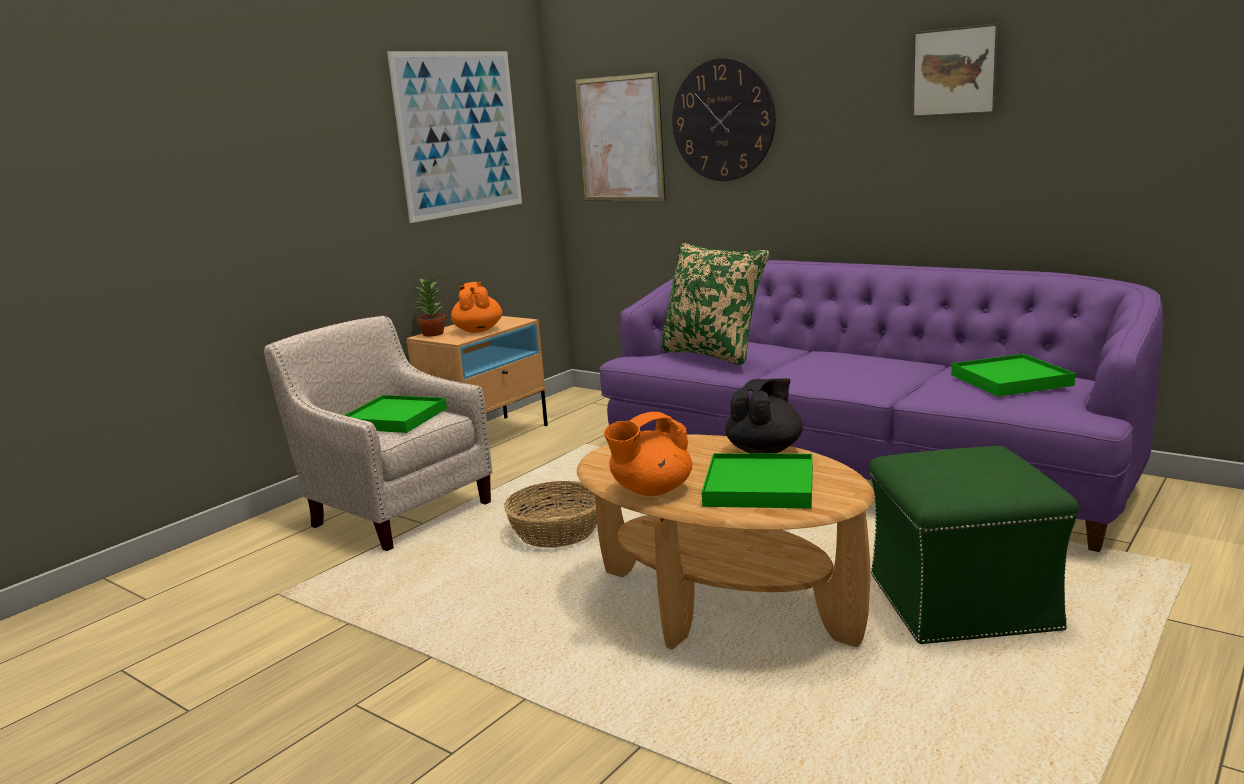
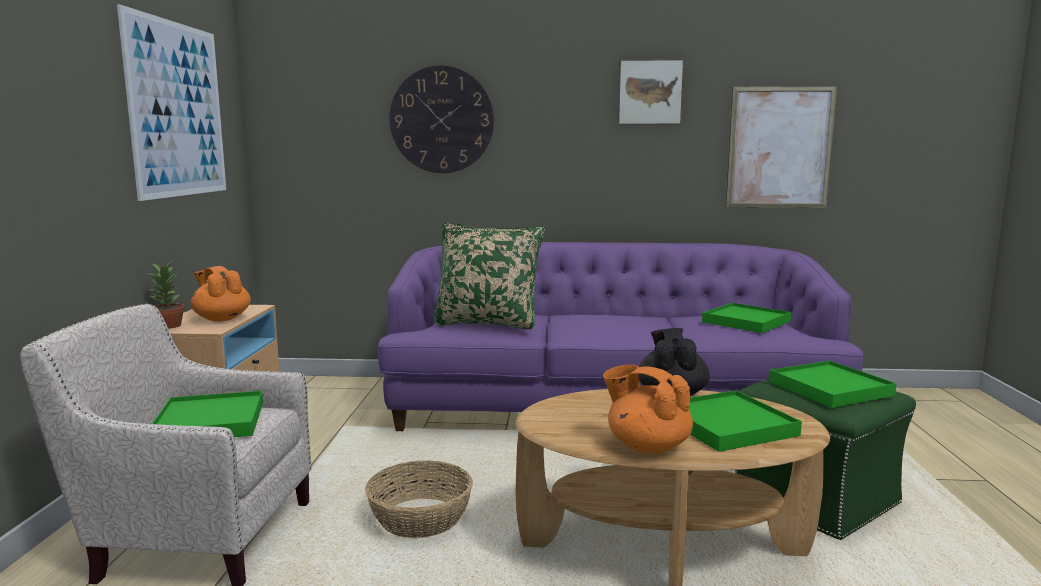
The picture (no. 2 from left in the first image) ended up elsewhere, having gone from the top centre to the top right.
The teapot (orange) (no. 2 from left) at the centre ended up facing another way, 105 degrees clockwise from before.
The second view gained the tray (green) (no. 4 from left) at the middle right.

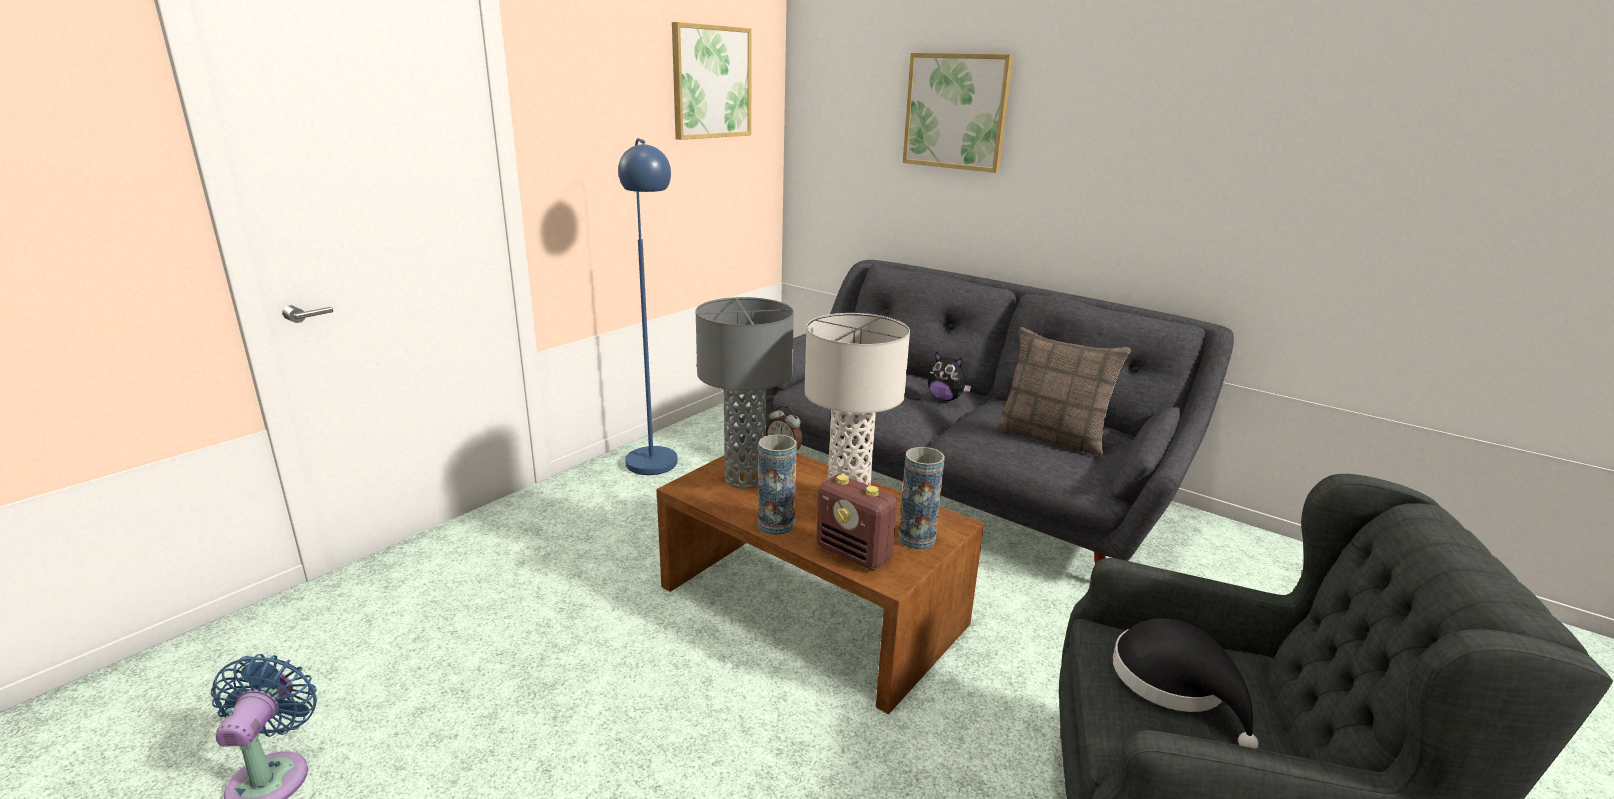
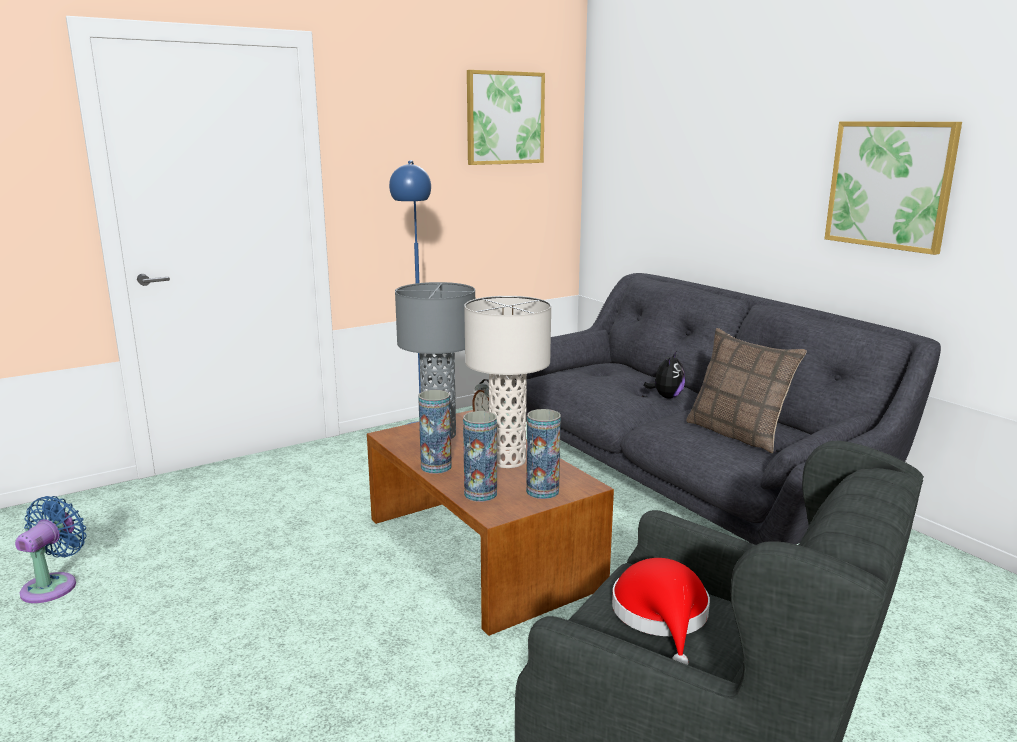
The picture (no. 2 from left) ended up elsewhere, having gone from the top centre to the top right.
The plush toy at the centre ended up facing another way, 120 degrees counterclockwise from before.
Where the radio stood at the centre, the vase (no. 2 from left) came to stand at the centre.
What was the hat (black) at the bottom right turned into the hat (red) at the bottom centre.

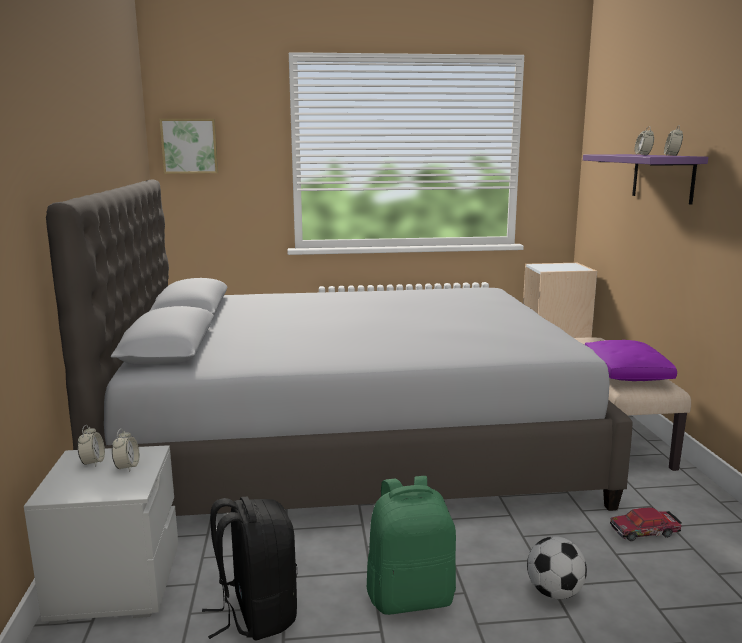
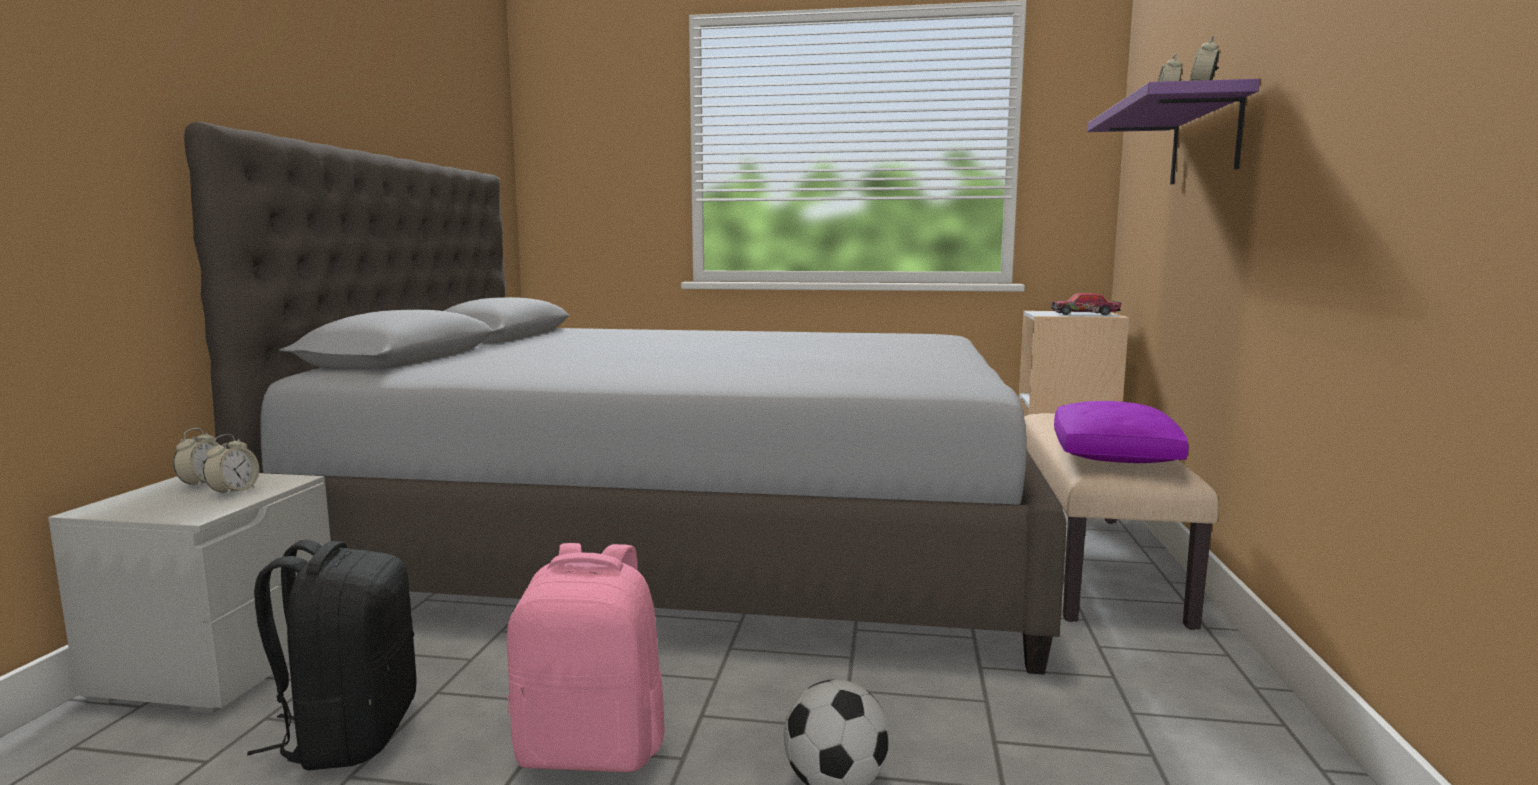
The second view lost the picture at the top left.
What was the backpack (green) at the bottom centre turned into the backpack (pink) at the bottom centre.
The toy car ended up elsewhere, having gone from the bottom right to the middle right.

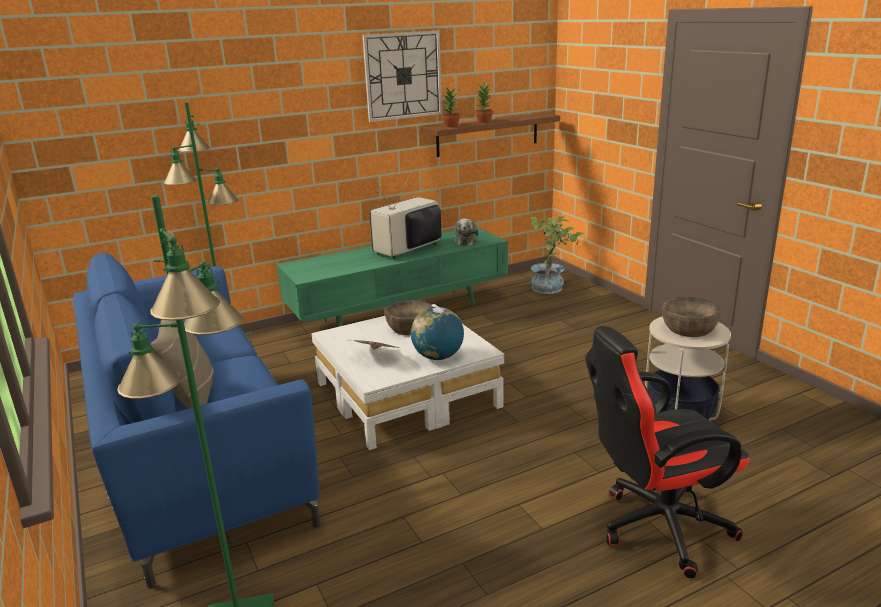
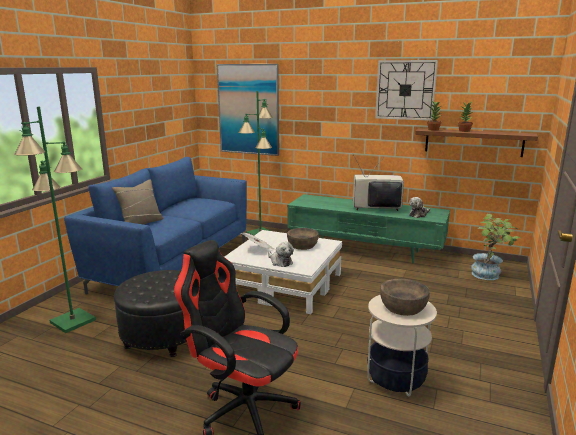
Where the globe stood at the centre, the plush toy (no. 1 from left) came to stand at the centre.
The second view gained the picture at the top centre.
The second view gained the ottoman (black) at the bottom left.

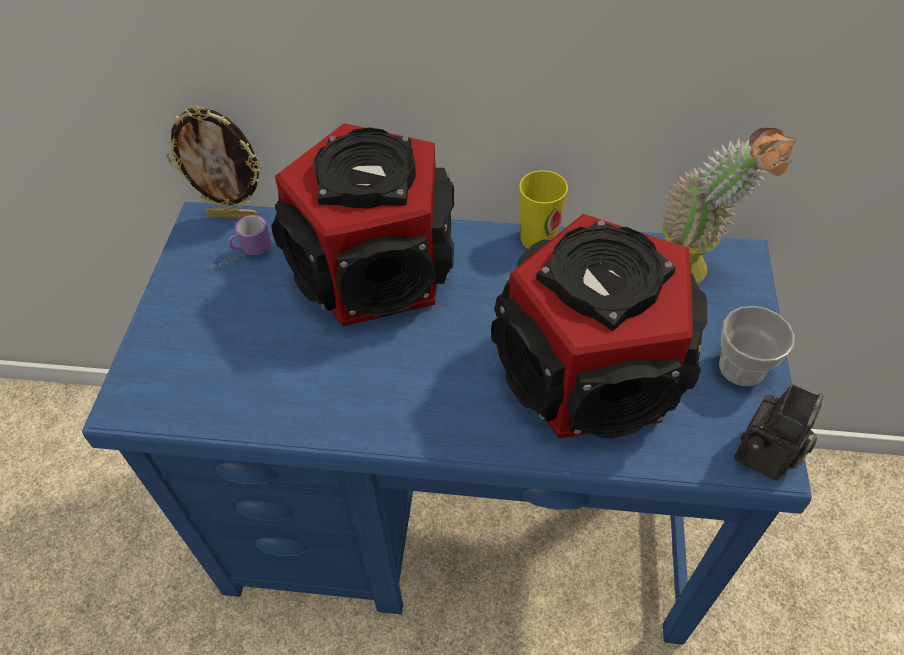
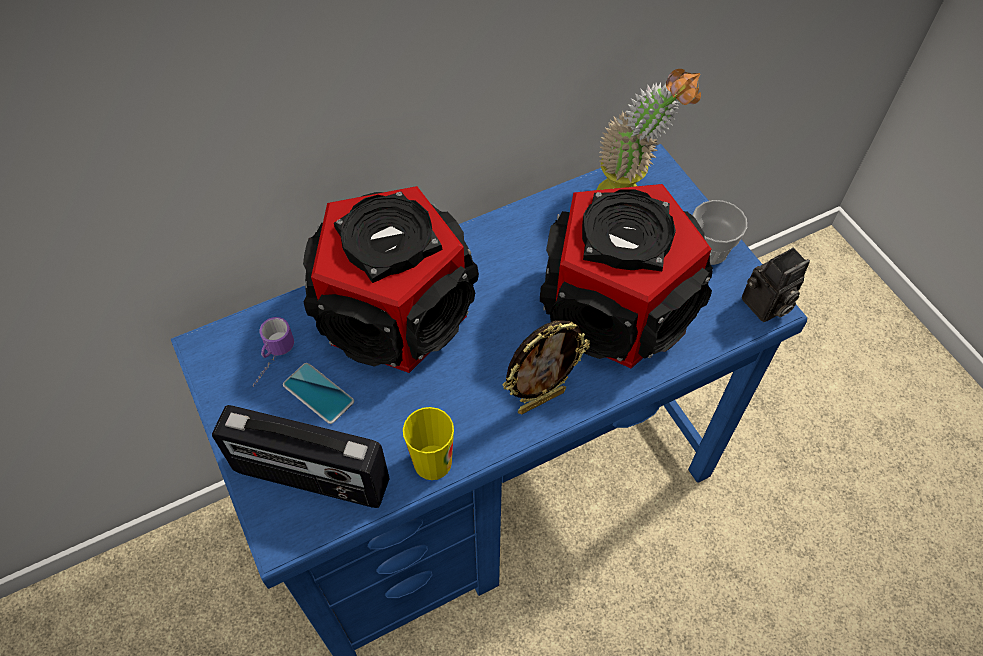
The picture frame ended up elsewhere, having gone from the top left to the centre.
The cup (no. 1 from left) ended up elsewhere, having gone from the top centre to the bottom centre.
The photo camera at the middle right ended up facing another way, 60 degrees clockwise from before.
The second view gained the phone at the middle left.
The second view gained the radio at the bottom left.

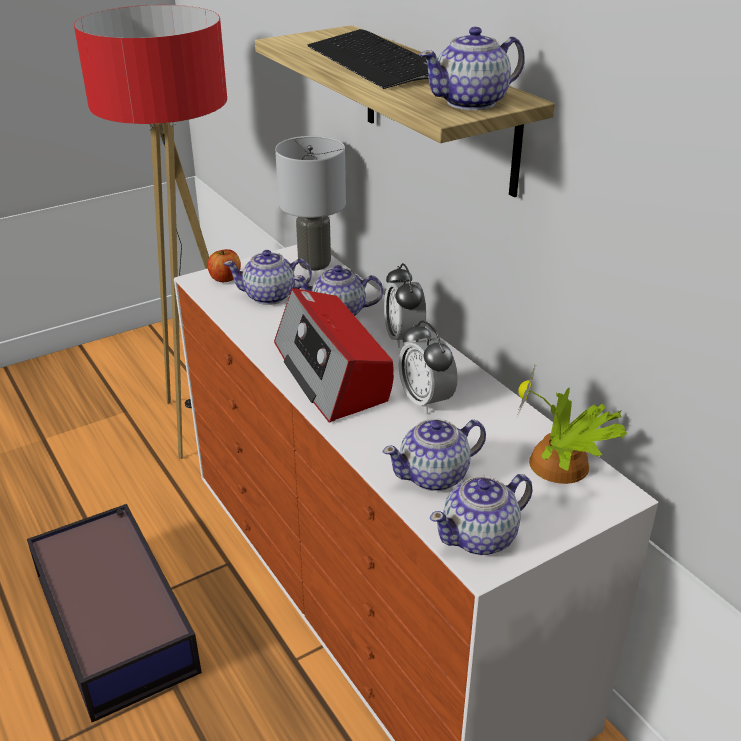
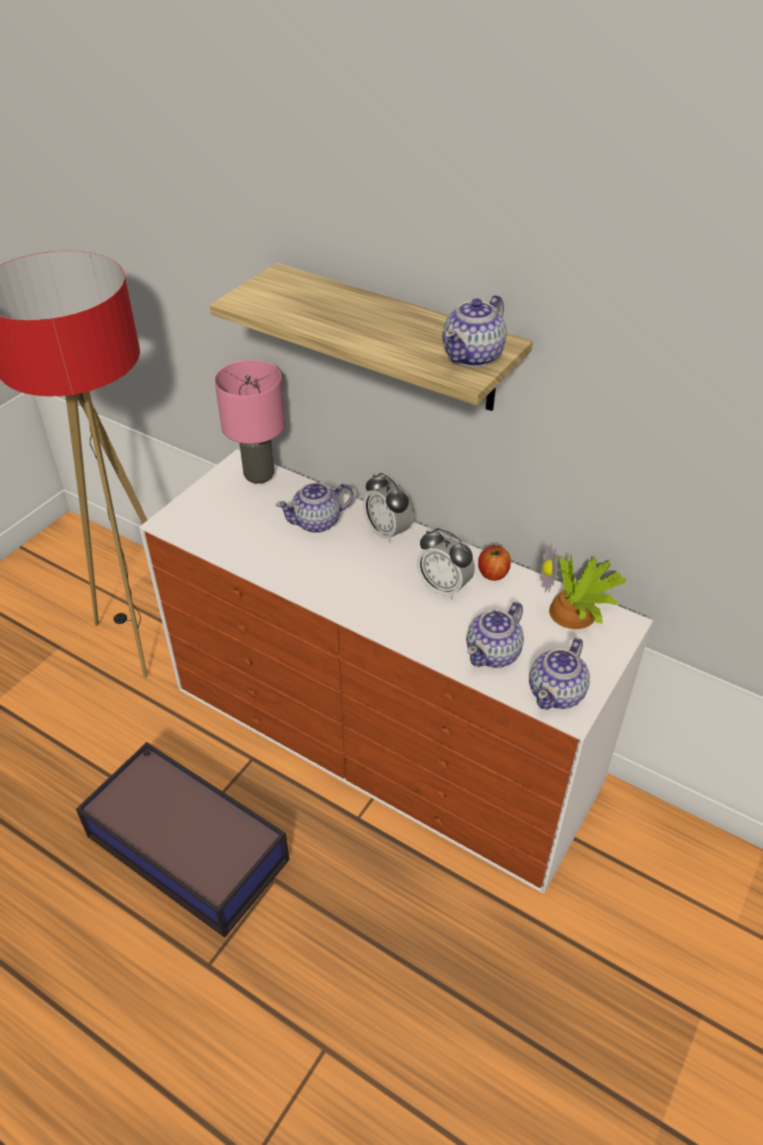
The second view lost the keyboard at the top centre.
What was the table lamp (white) at the top centre turned into the table lamp (pink) at the middle left.
The apple ended up elsewhere, having gone from the middle left to the centre.
The second view lost the teapot (no. 1 from left) at the centre.
The second view lost the radio at the centre.

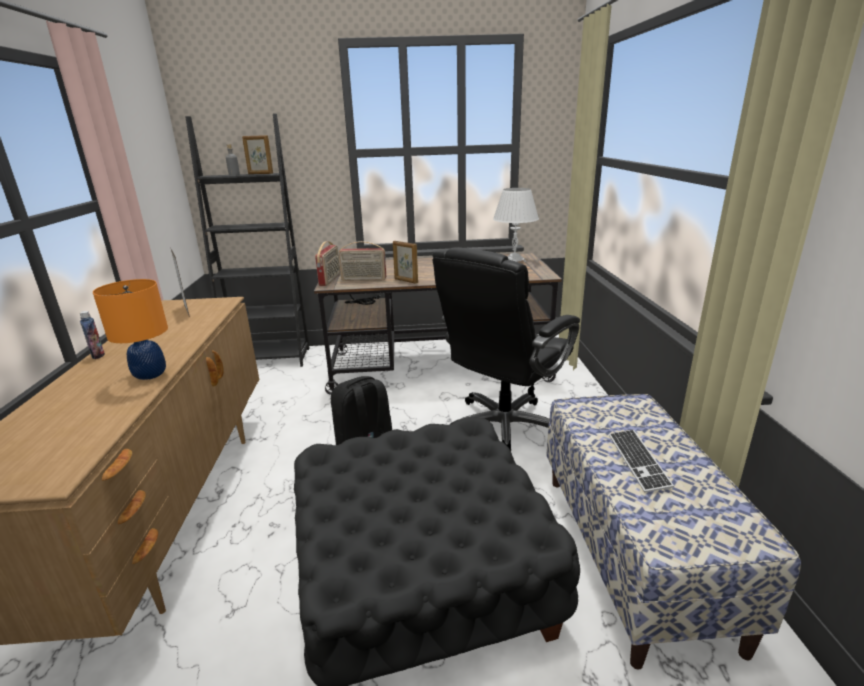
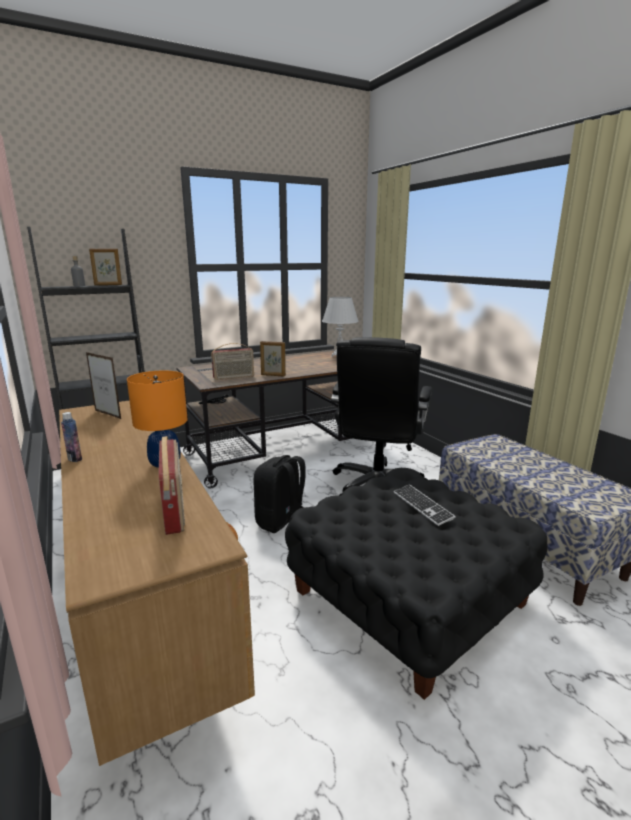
The radio (no. 1 from left) ended up elsewhere, having gone from the centre to the middle left.
The keyboard ended up elsewhere, having gone from the bottom right to the middle right.

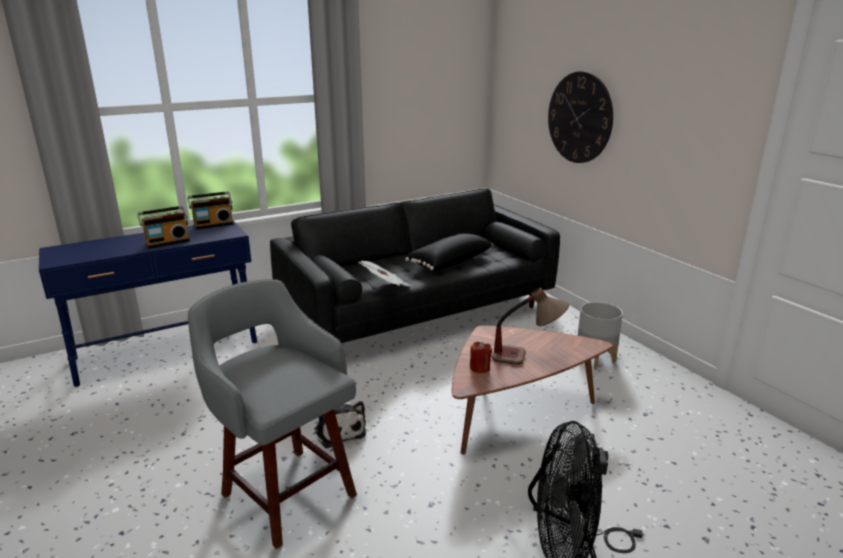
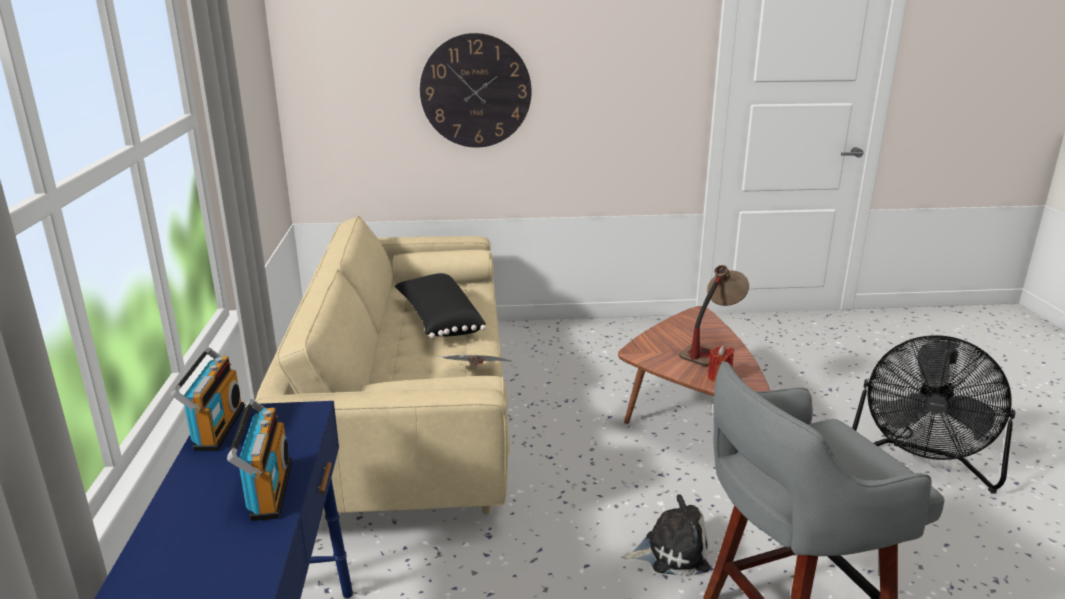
What was the sofa (black) at the centre turned into the sofa (beige) at the centre.
The second view lost the planter (grey) at the middle right.

